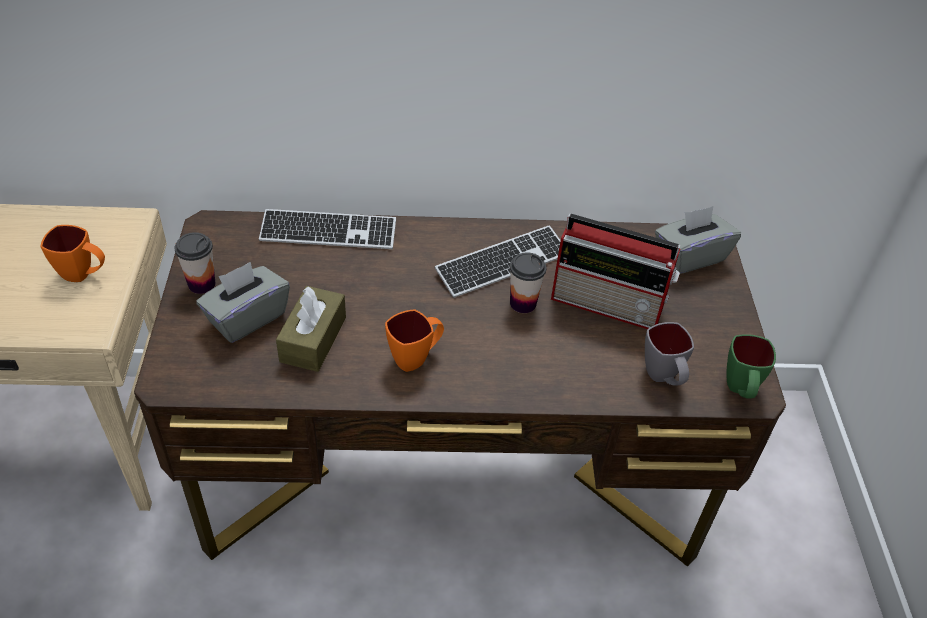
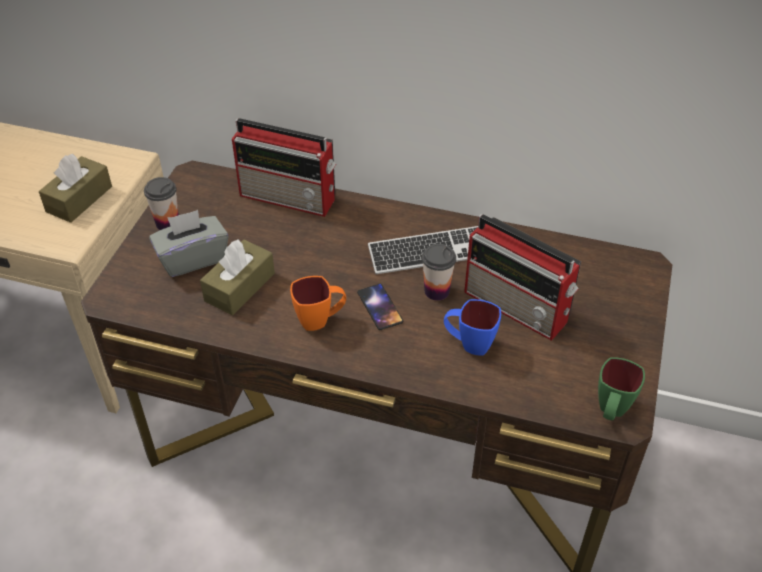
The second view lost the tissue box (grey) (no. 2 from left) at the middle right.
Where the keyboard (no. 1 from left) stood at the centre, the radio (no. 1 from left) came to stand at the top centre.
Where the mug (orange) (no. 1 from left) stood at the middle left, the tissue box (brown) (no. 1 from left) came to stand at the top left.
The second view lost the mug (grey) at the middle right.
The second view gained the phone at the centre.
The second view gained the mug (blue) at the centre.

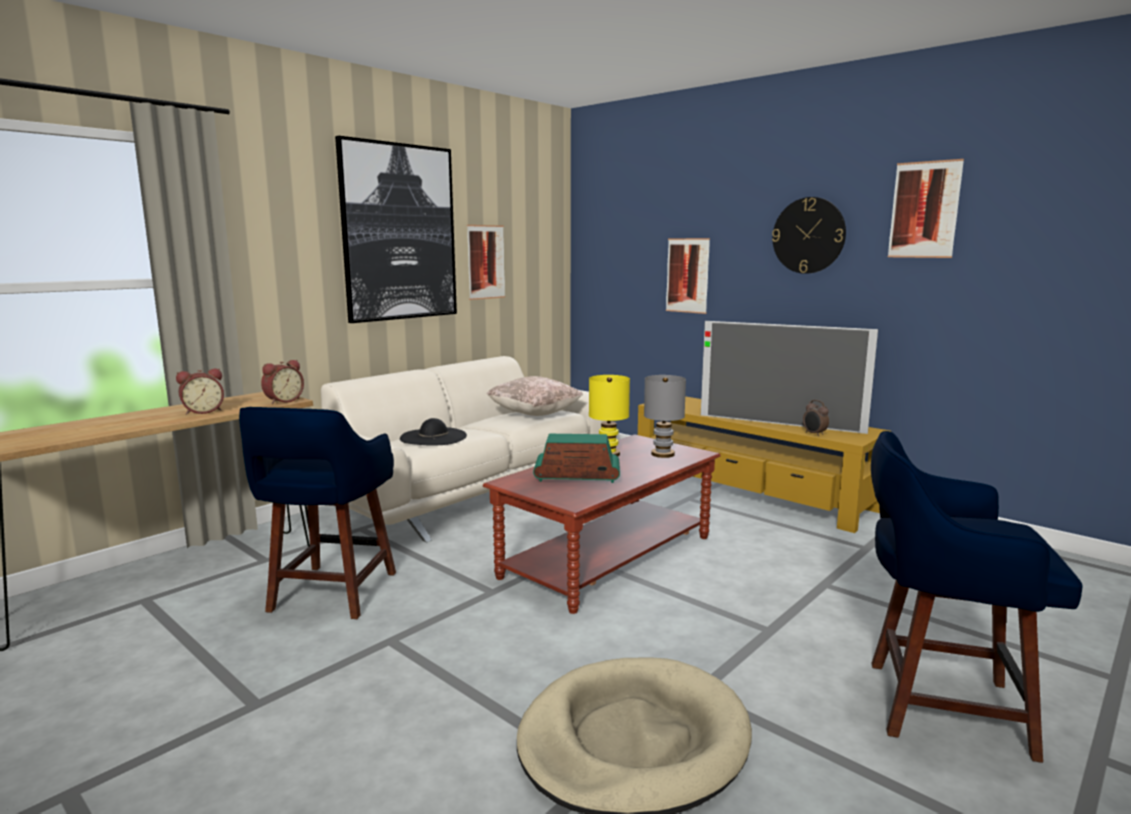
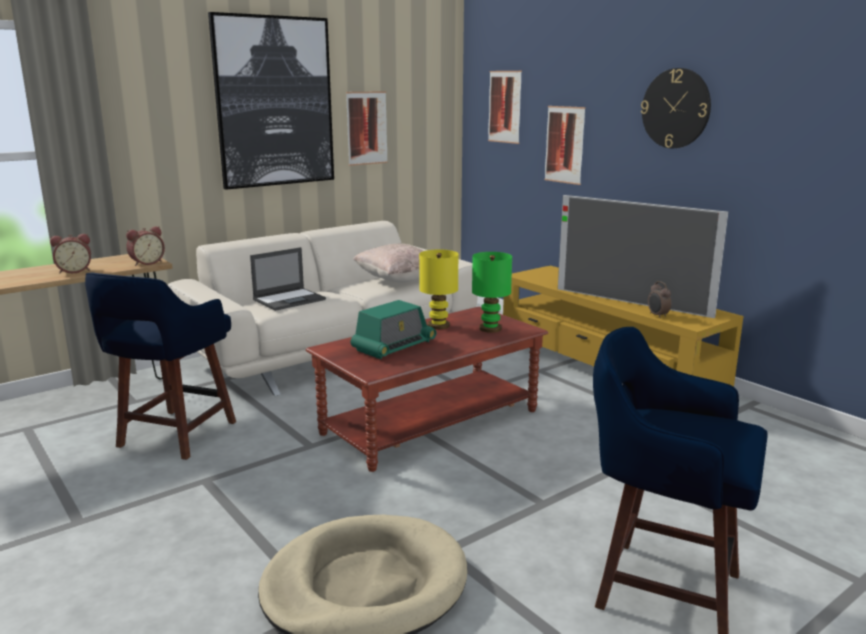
The picture (no. 4 from left in the first image) ended up elsewhere, having gone from the top right to the top centre.
What was the table lamp (grey) at the centre turned into the table lamp (green) at the centre.
Where the hat (black) stood at the centre, the laptop came to stand at the middle left.
The radio at the centre ended up facing another way, 120 degrees clockwise from before.

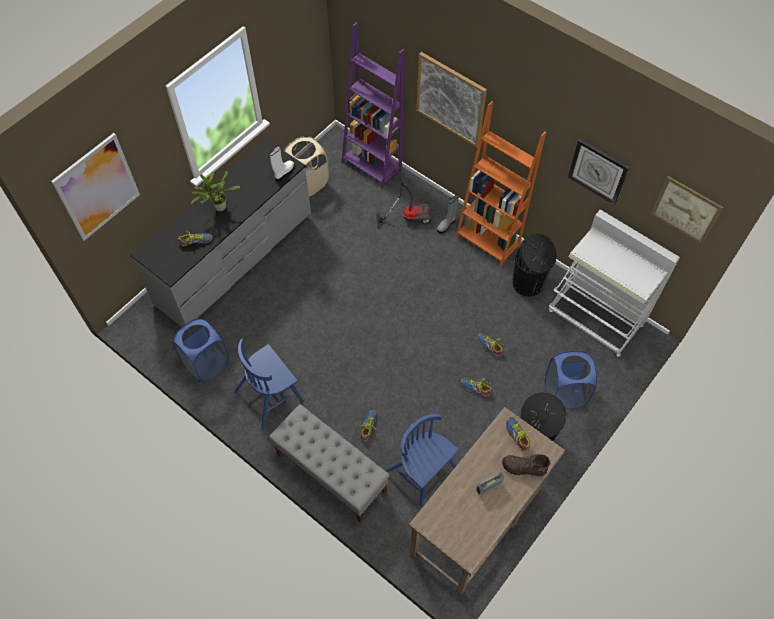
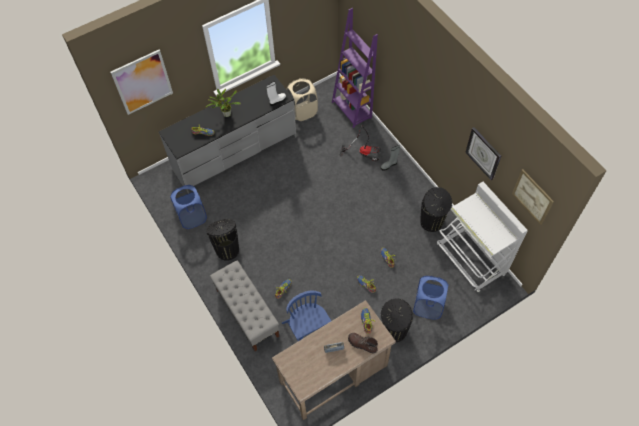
The second view lost the picture (no. 2 from left) at the top centre.
The second view lost the bookcase (orange) at the top centre.
Where the chair (blue) (no. 1 from left) stood at the centre, the trash can (black) (no. 1 from left) came to stand at the centre.

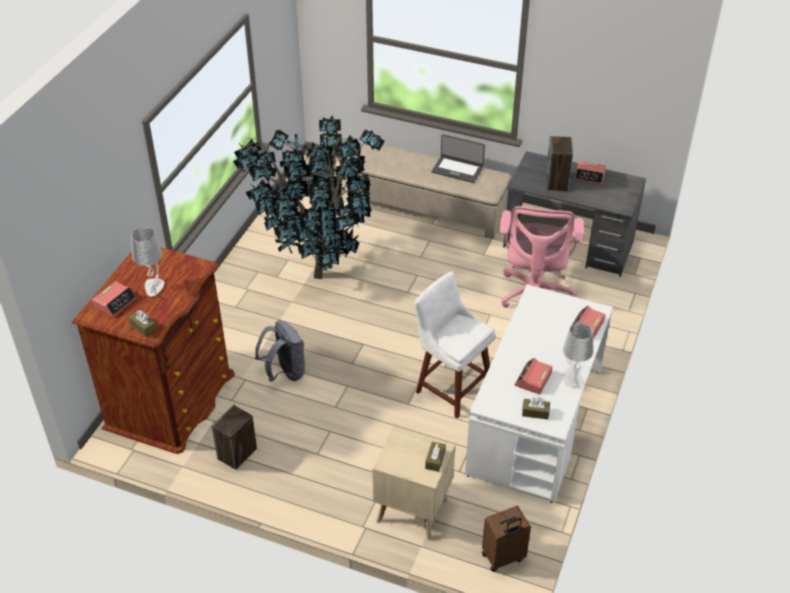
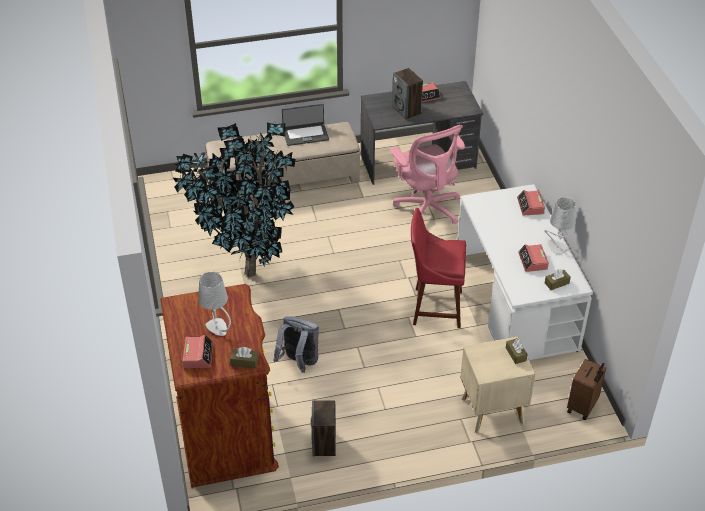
What was the chair (white) at the centre turned into the chair (red) at the centre.

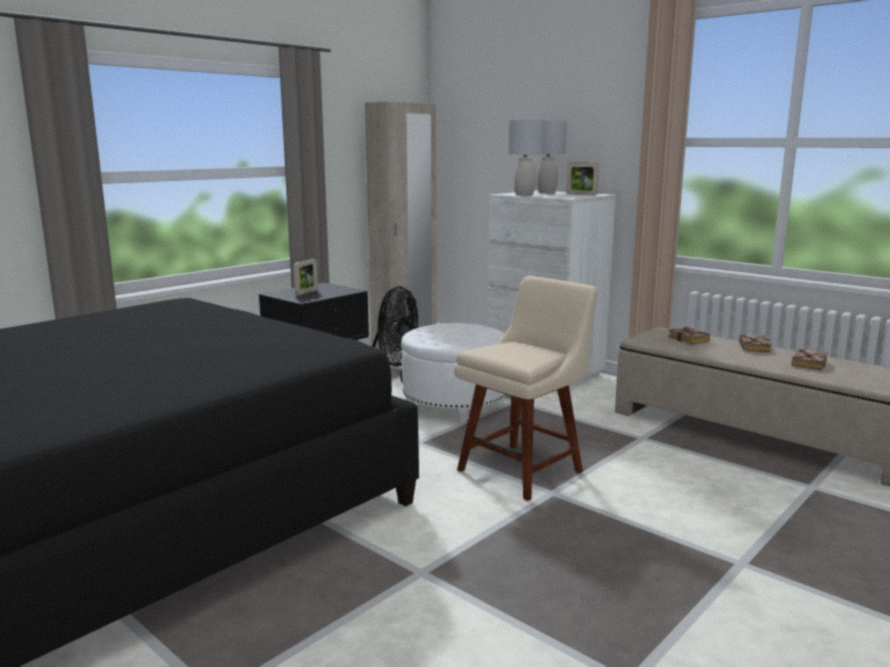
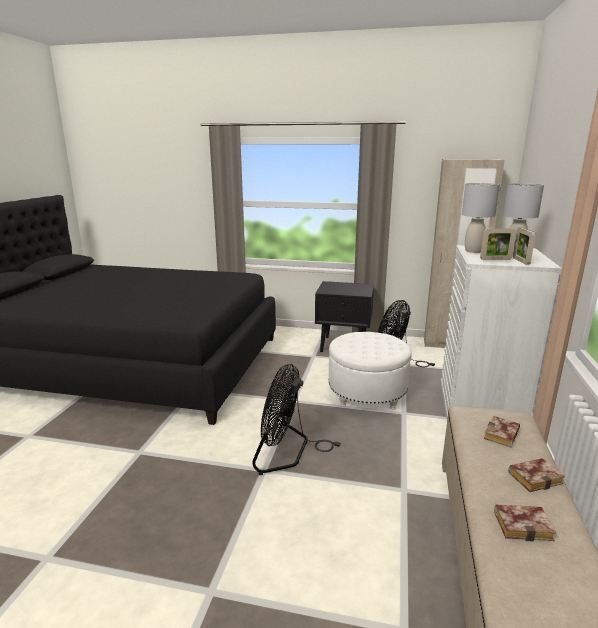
The picture frame (no. 1 from left) ended up elsewhere, having gone from the centre to the middle right.
Where the chair (beige) stood at the centre, the fan (black) (no. 1 from left) came to stand at the bottom centre.

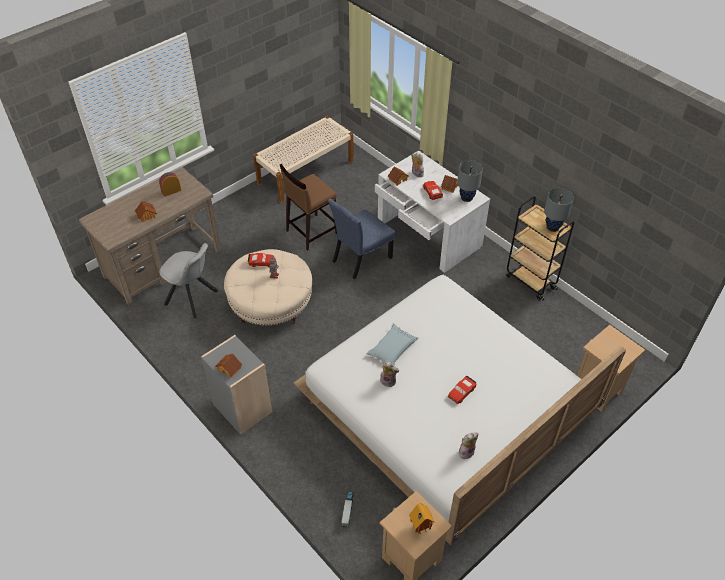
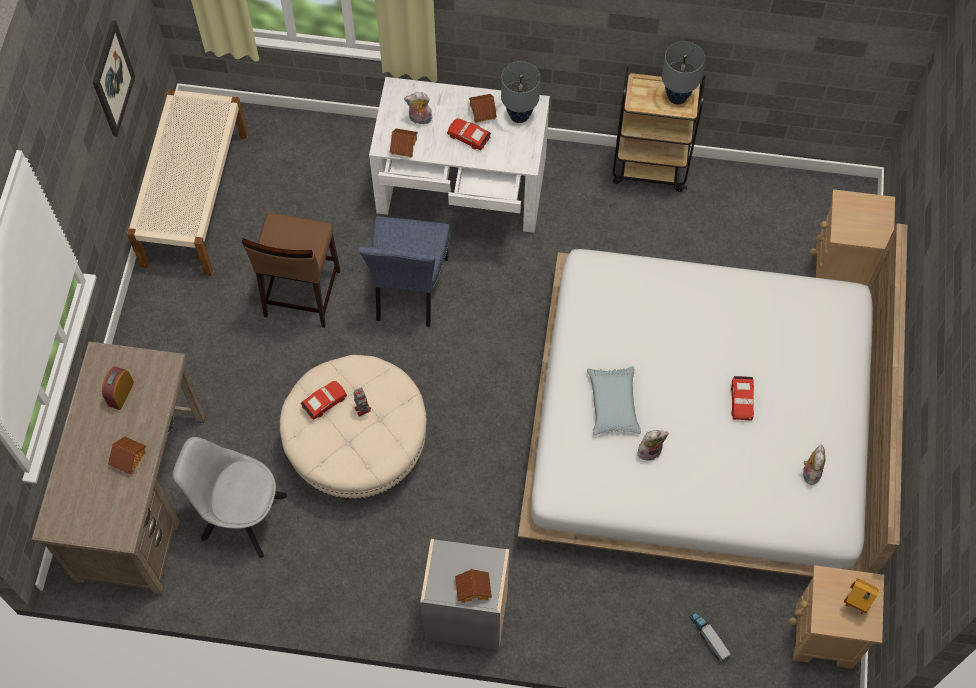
The chair (grey) at the middle left ended up facing another way, 150 degrees counterclockwise from before.
The second view gained the picture at the top left.

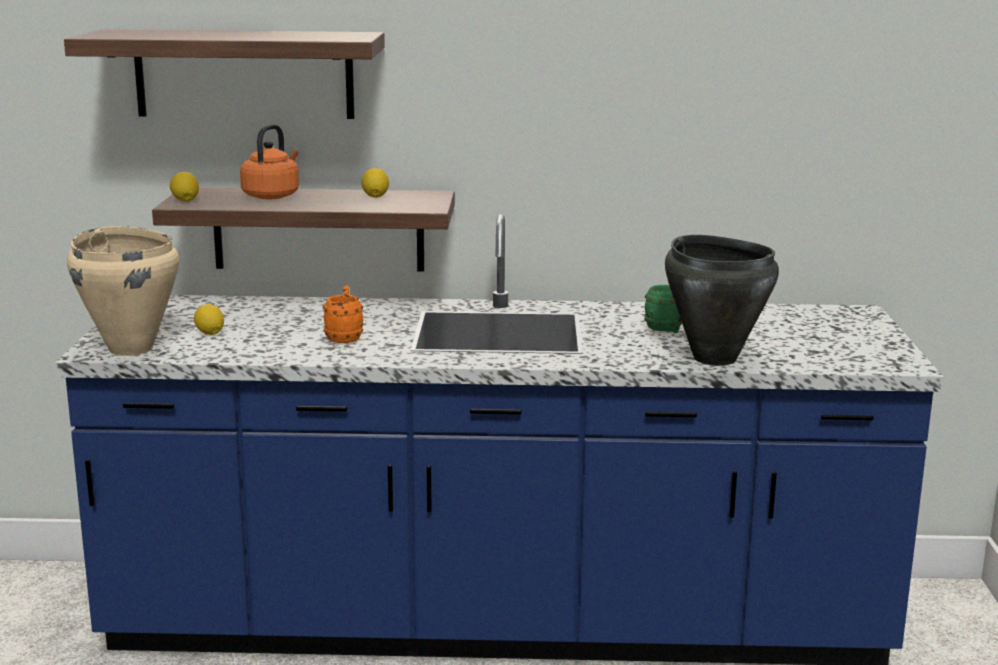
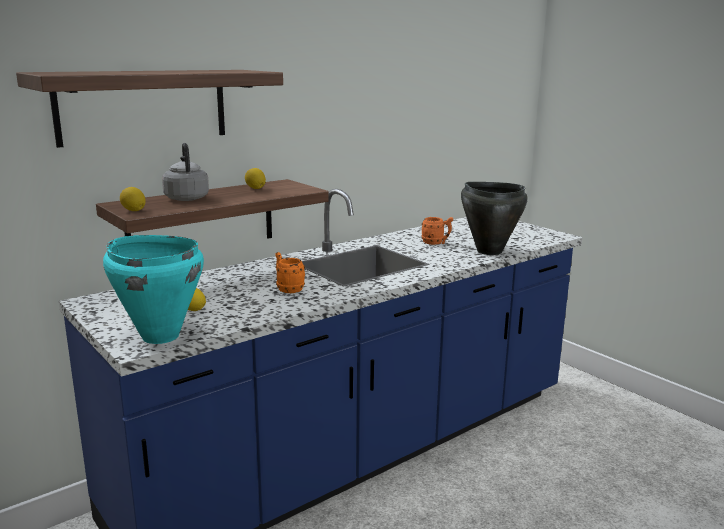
What was the kettle (orange) at the top left turned into the kettle (grey) at the top left.
What was the cooking pot (beige) at the middle left turned into the cooking pot (turquoise) at the middle left.
What was the mug (green) at the centre turned into the mug (orange) (no. 2 from left) at the centre.

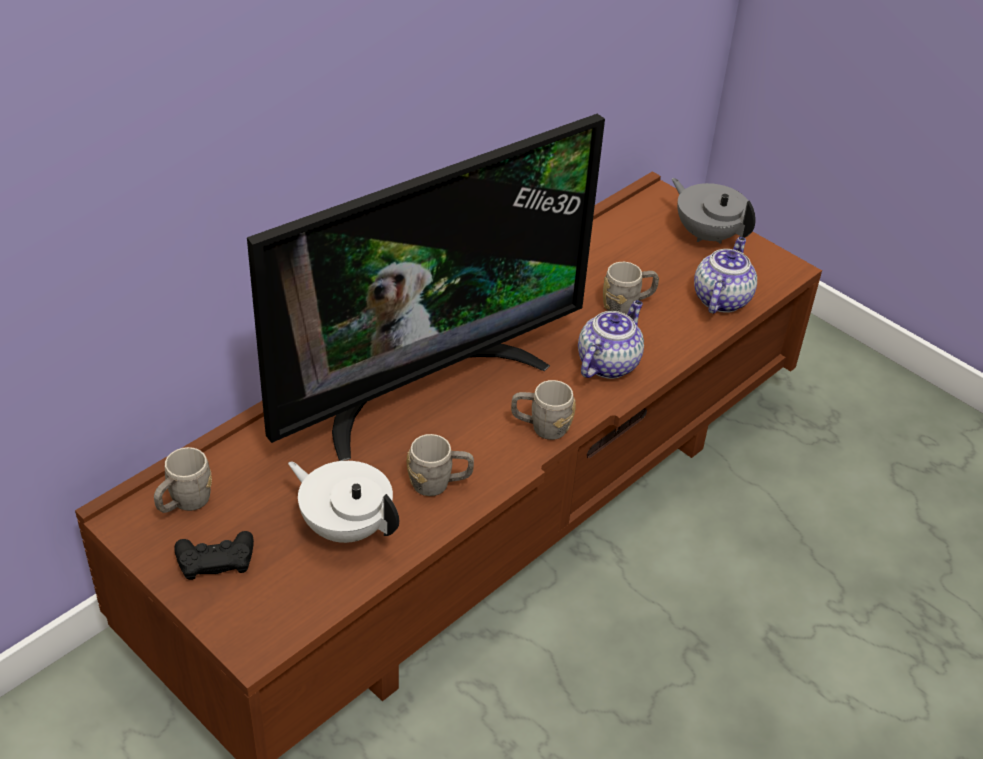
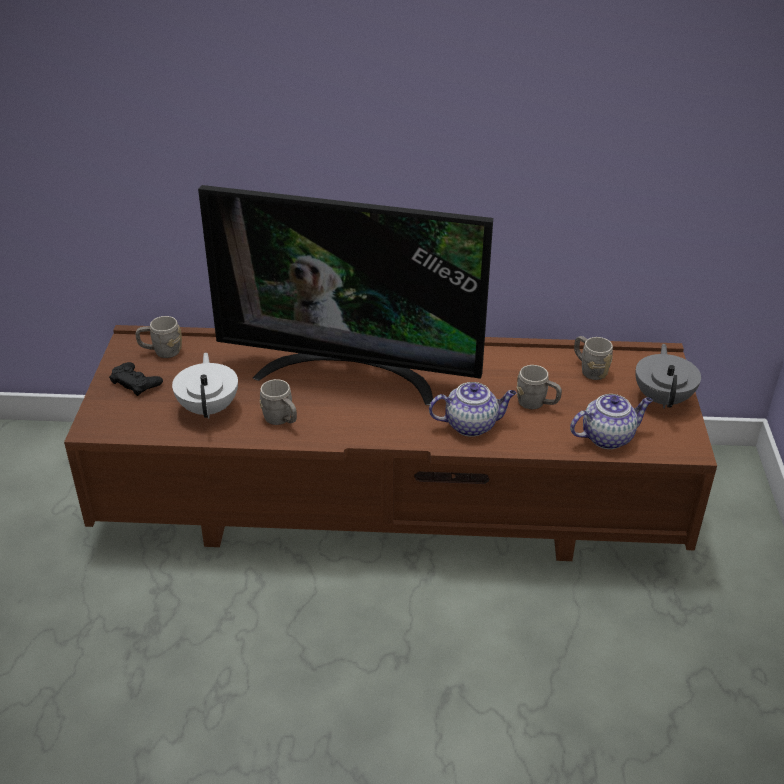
The mug (grey) (no. 3 from left in the first image) ended up elsewhere, having gone from the centre to the middle right.

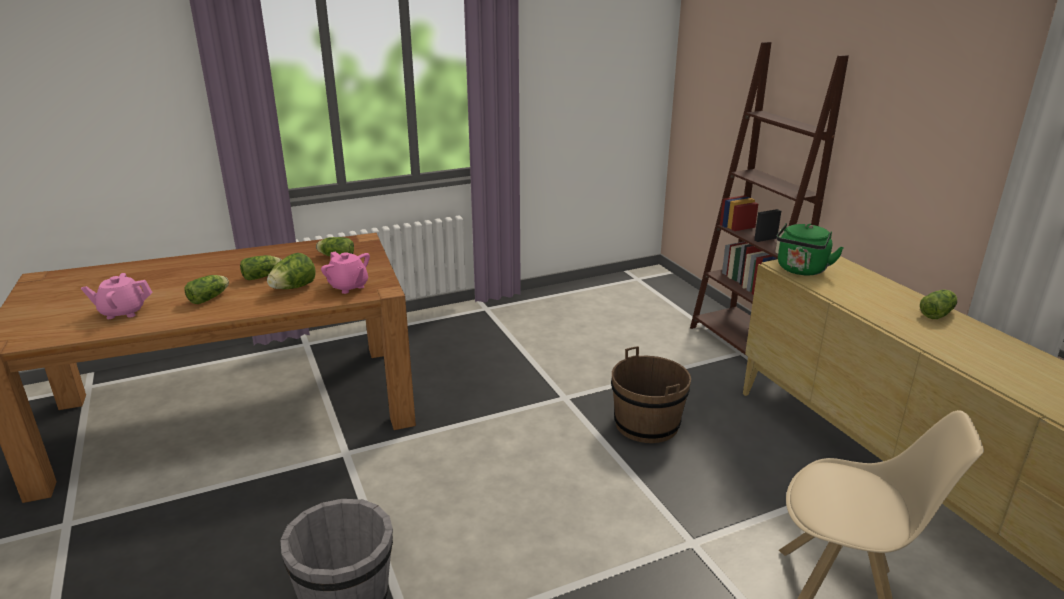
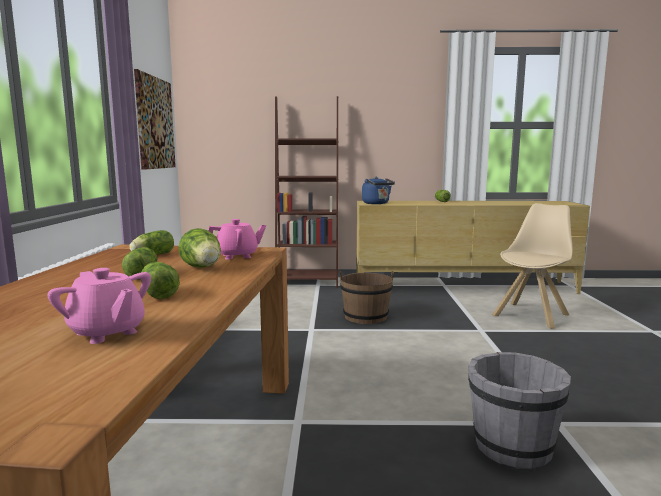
What was the kettle (green) at the middle right turned into the kettle (blue) at the centre.
The teapot (pink) (no. 1 from left) at the middle left ended up facing another way, 60 degrees counterclockwise from before.
The second view gained the picture at the top left.

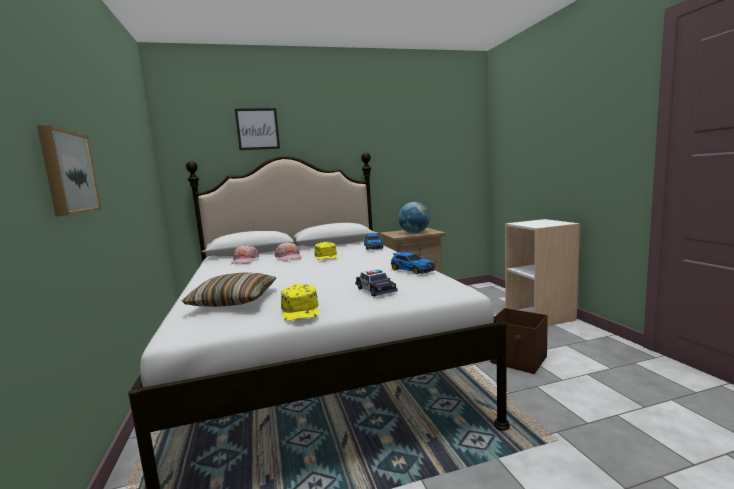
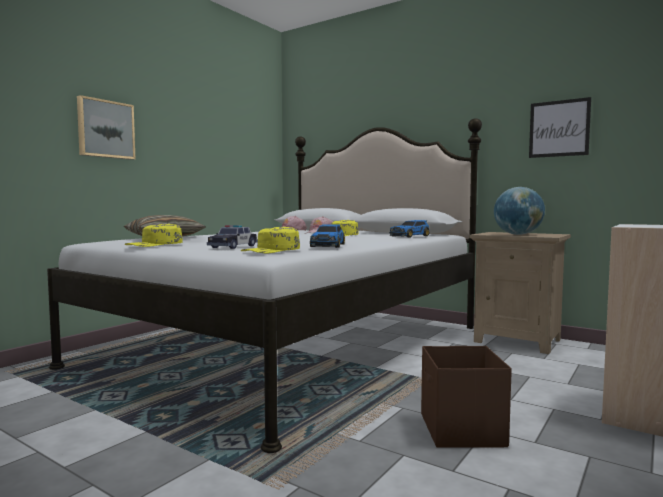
The picture (no. 2 from left) ended up elsewhere, having gone from the top centre to the top right.
The second view gained the cap (yellow) (no. 2 from left) at the centre.

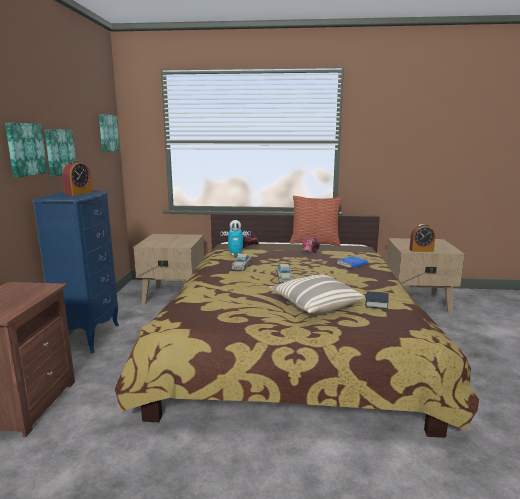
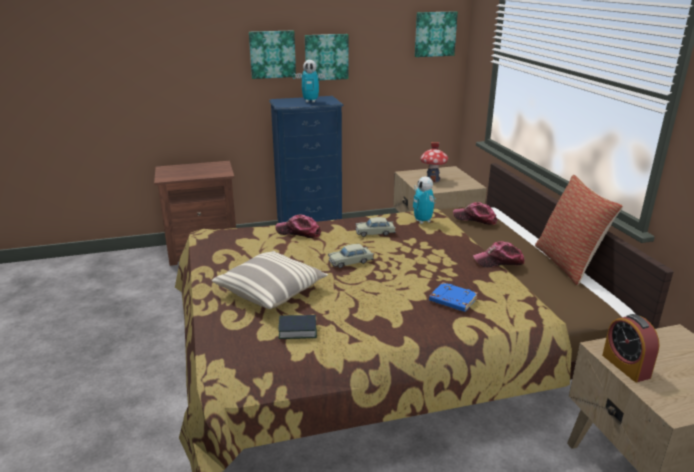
Where the alarm clock (no. 1 from left) stood at the middle left, the toy robot (no. 1 from left) came to stand at the top centre.
The second view gained the toy house at the centre.
The second view gained the cap (no. 1 from left) at the centre.

